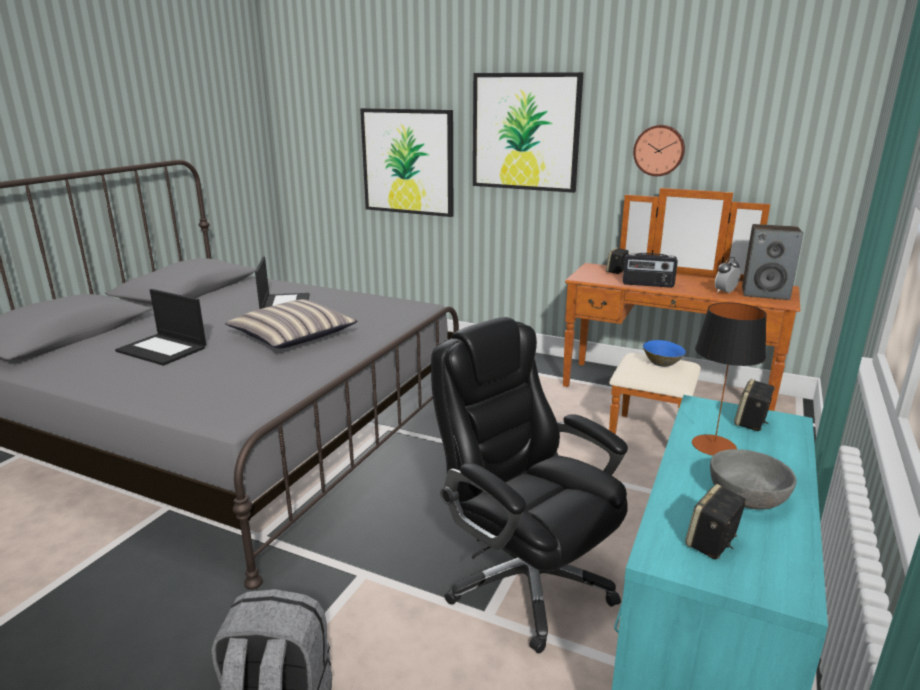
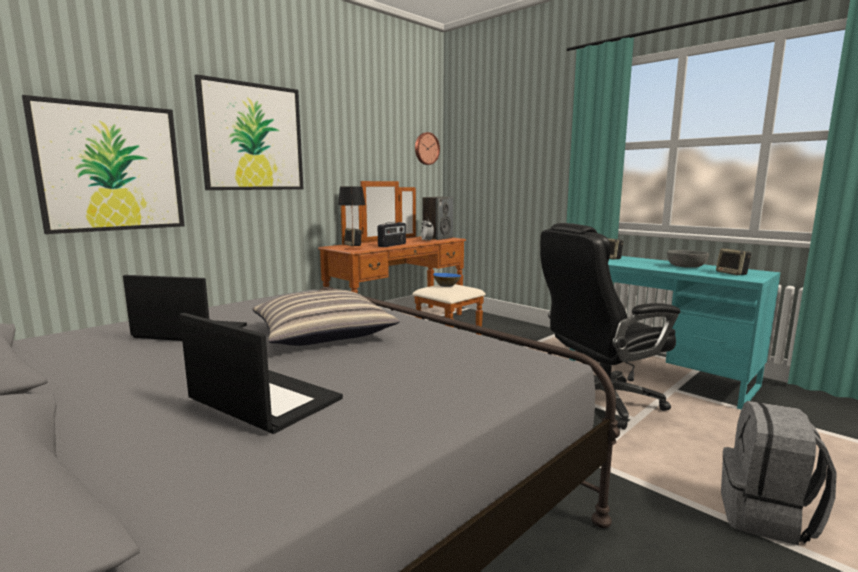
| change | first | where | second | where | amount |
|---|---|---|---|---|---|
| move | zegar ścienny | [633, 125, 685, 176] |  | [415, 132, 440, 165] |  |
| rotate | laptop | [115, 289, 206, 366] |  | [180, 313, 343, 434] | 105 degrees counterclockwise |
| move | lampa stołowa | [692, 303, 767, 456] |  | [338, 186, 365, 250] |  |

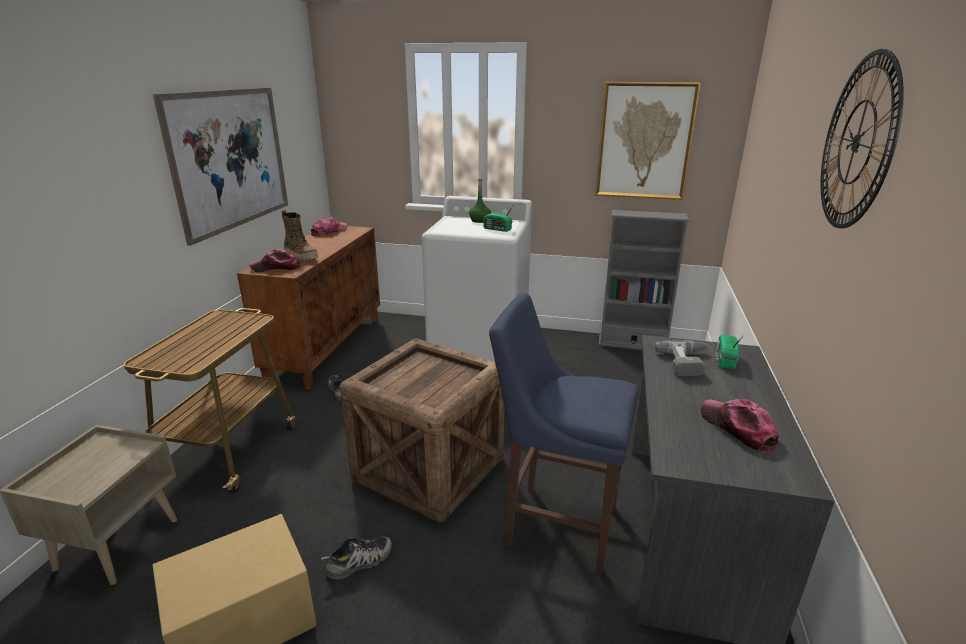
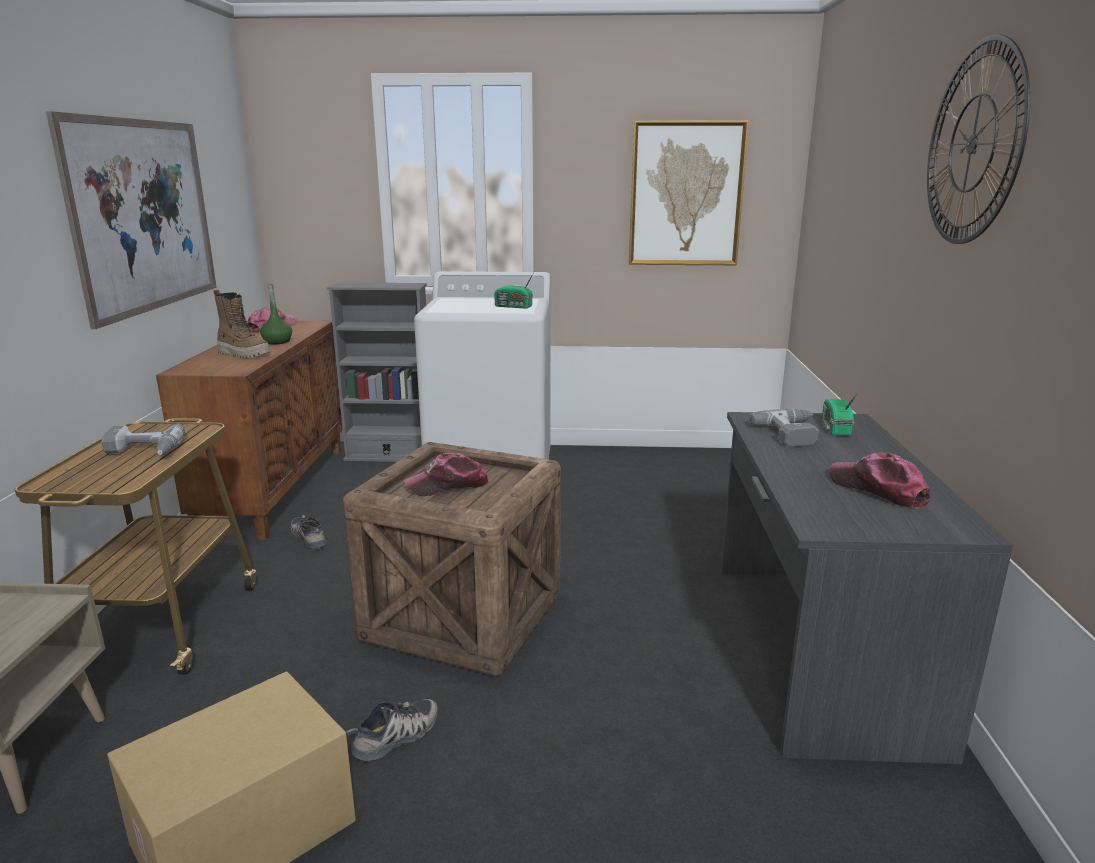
| change | first | where | second | where | amount |
|---|---|---|---|---|---|
| move | butelka/zielony | [469, 178, 491, 223] |  | [260, 283, 292, 344] |  |
| move | regał/szary | [599, 210, 689, 350] |  | [327, 282, 427, 462] |  |
| move | czapka z daszkiem | [249, 249, 301, 272] |  | [404, 452, 489, 496] |  |
| delete | stołek/niebieski | [489, 293, 639, 574] |  |  |  |
| insert |  |  | wiertarka | [101, 423, 185, 455] |  |

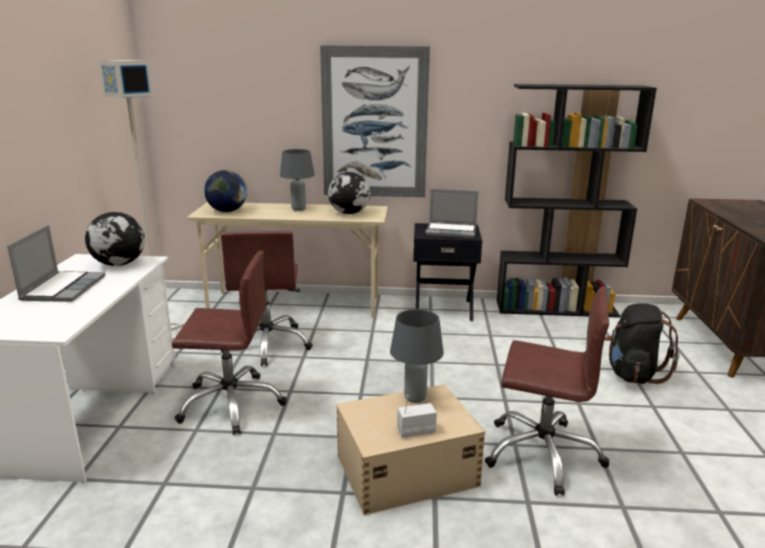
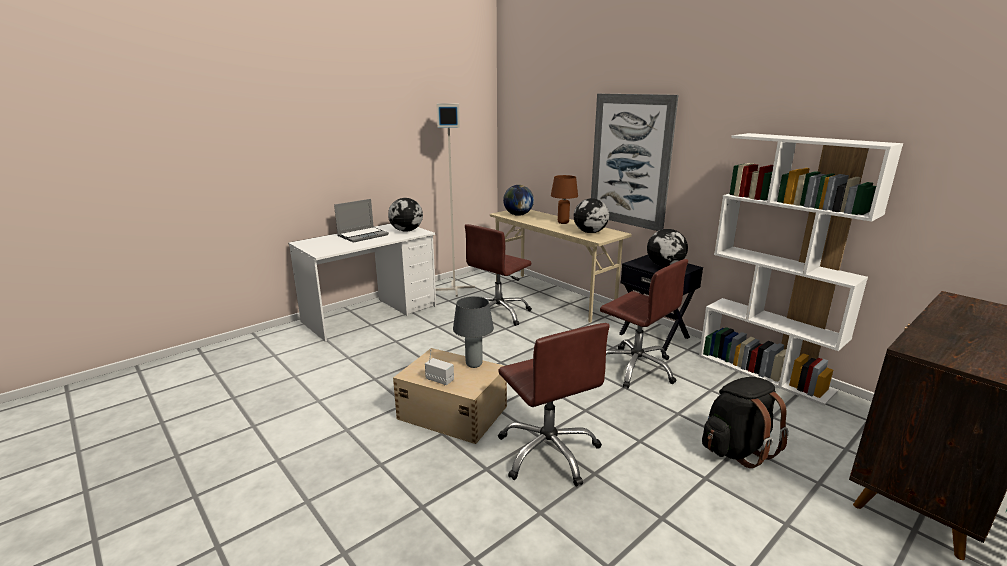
| change | first | where | second | where | amount |
|---|---|---|---|---|---|
| recolor | regał/czarny | [497, 84, 657, 318] | regał/biały | [699, 133, 903, 406] |  |
| recolor | lampa stołowa/szary | [280, 149, 315, 211] | lampa stołowa/brązowy | [551, 175, 578, 224] |  |
| replace | laptop | [425, 189, 478, 238] | globus | [647, 229, 688, 267] |  |
| move | krzesło biurowe/brązowy | [172, 251, 287, 435] |  | [600, 259, 688, 388] |  |

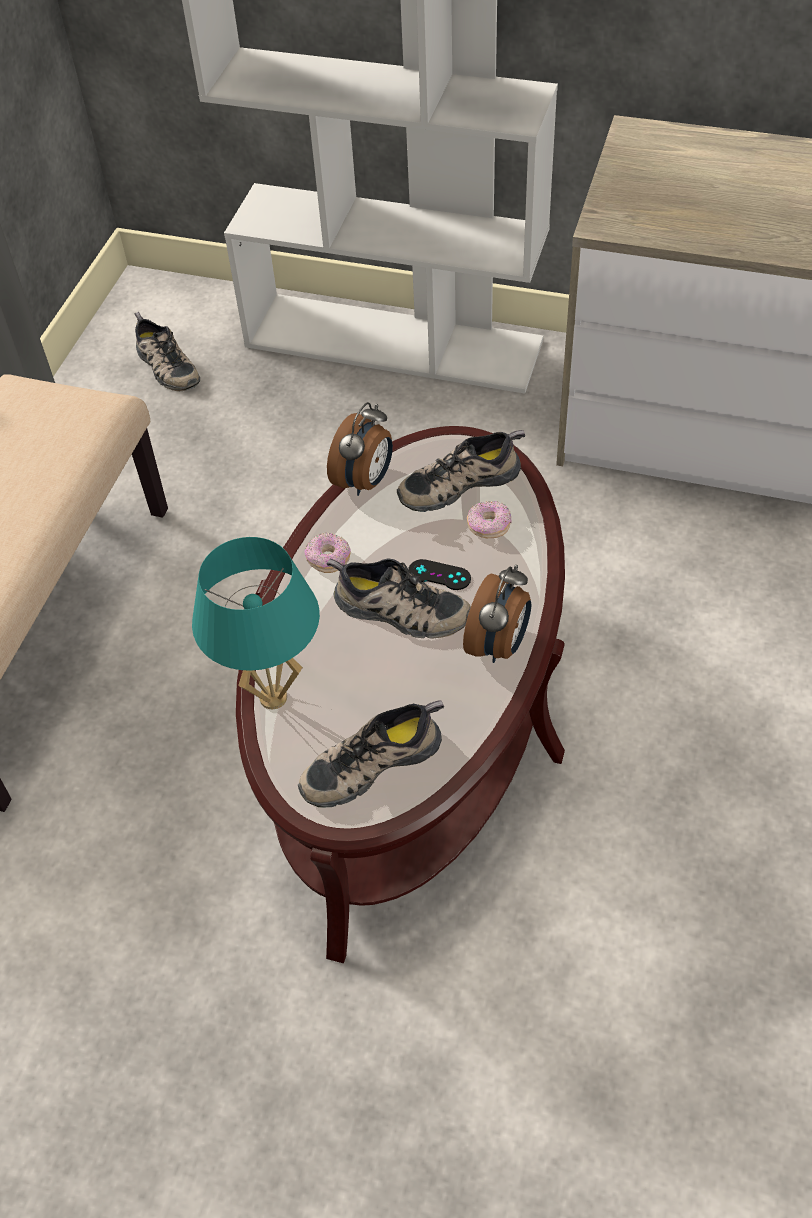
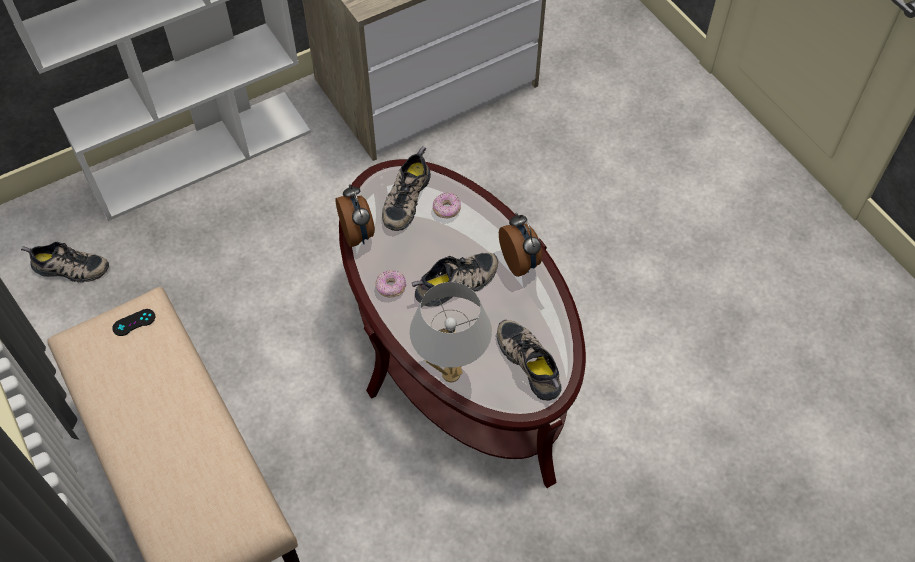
| change | first | where | second | where | amount |
|---|---|---|---|---|---|
| recolor | lampa stołowa/turkusowy | [192, 537, 320, 709] | lampa stołowa/biały | [410, 282, 492, 382] |  |
| move | pad do gier/czarny | [408, 559, 471, 590] |  | [112, 309, 155, 336] |  |
| rotate | but | [298, 700, 444, 807] |  | [497, 319, 561, 401] | 135 degrees clockwise |

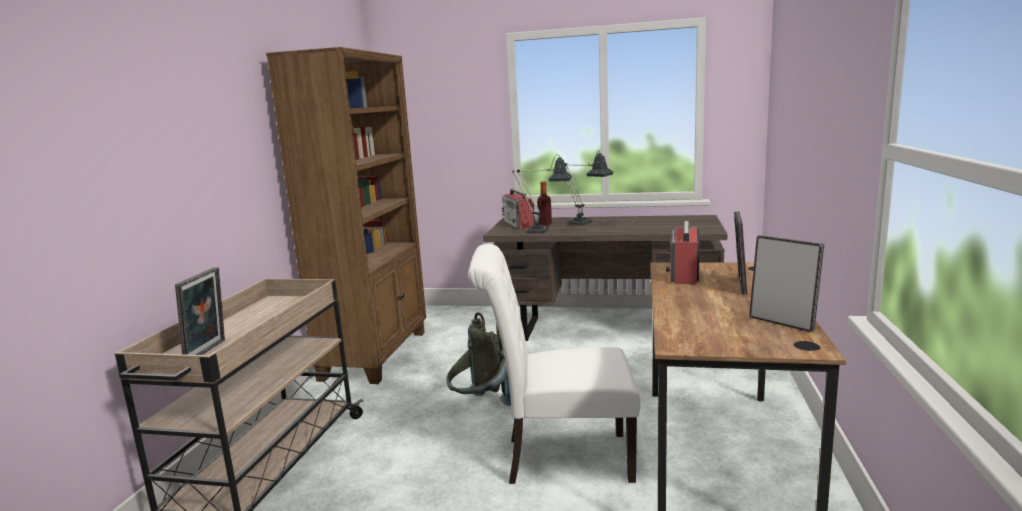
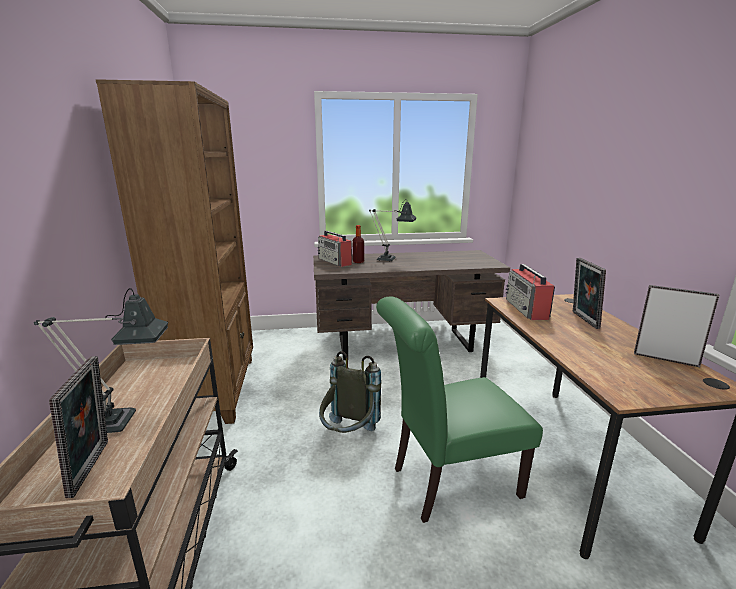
| change | first | where | second | where | amount |
|---|---|---|---|---|---|
| move | lampa stołowa | [512, 154, 572, 233] |  | [34, 288, 168, 433] |  |
| recolor | krzesło/biały | [468, 244, 640, 484] | krzesło/zielony | [376, 296, 543, 523] |  |

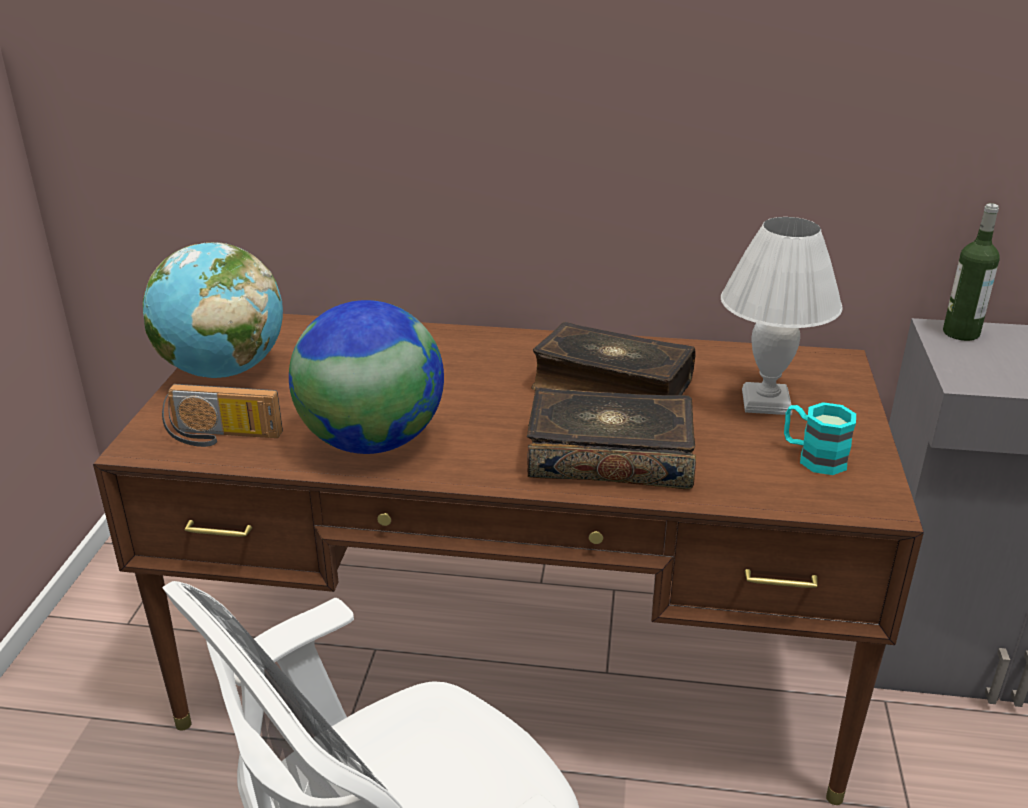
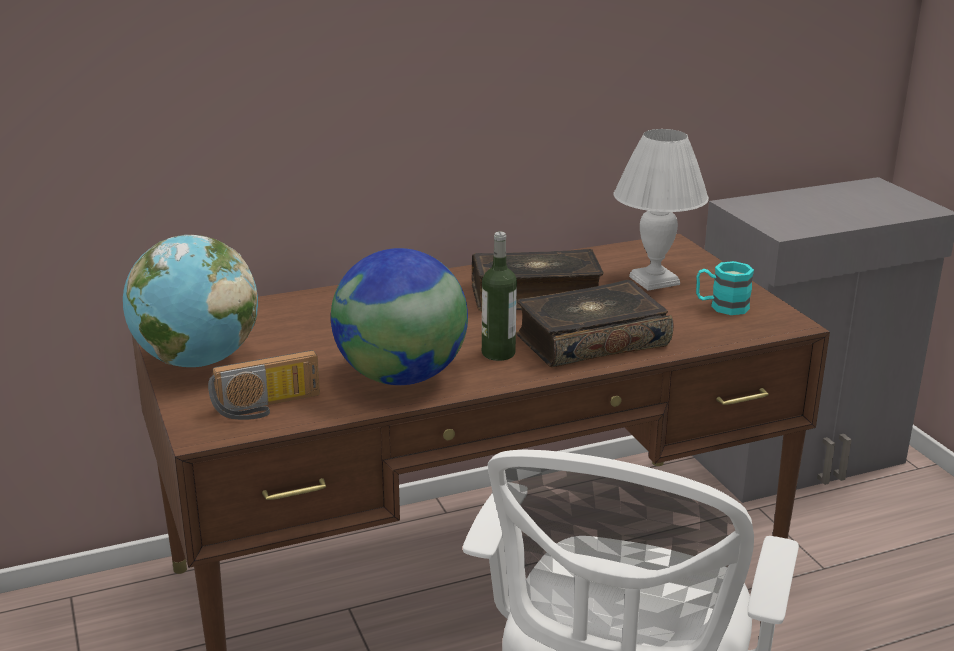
| change | first | where | second | where | amount |
|---|---|---|---|---|---|
| move | butelka | [943, 203, 1000, 341] |  | [482, 231, 517, 361] |  |

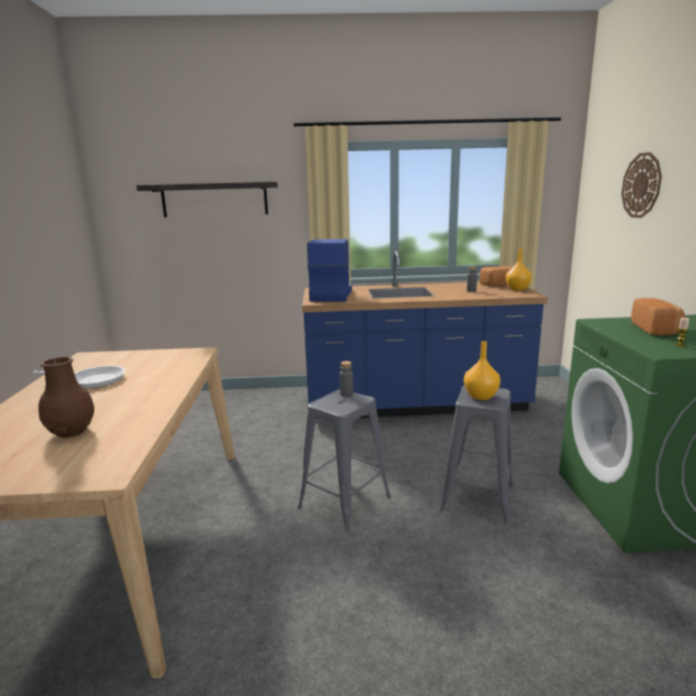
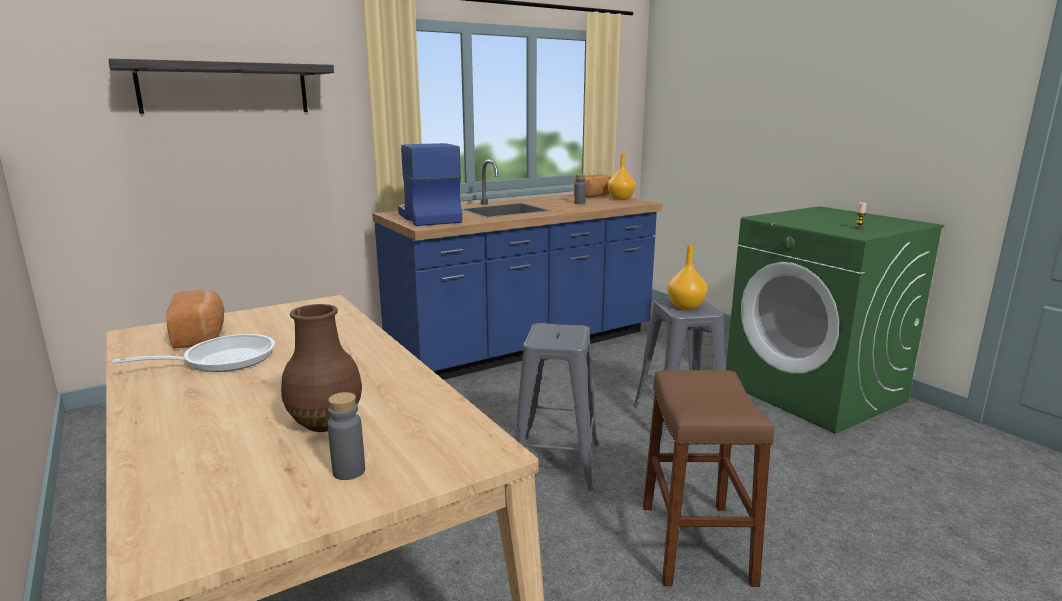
| change | first | where | second | where | amount |
|---|---|---|---|---|---|
| delete | zegar ścienny | [621, 152, 662, 218] |  |  |  |
| move | chleb | [631, 298, 685, 335] |  | [166, 290, 224, 348] |  |
| move | butelka/szary | [340, 361, 353, 397] |  | [327, 392, 365, 480] |  |
| insert |  |  | stołek/brązowy | [643, 370, 774, 587] |  |

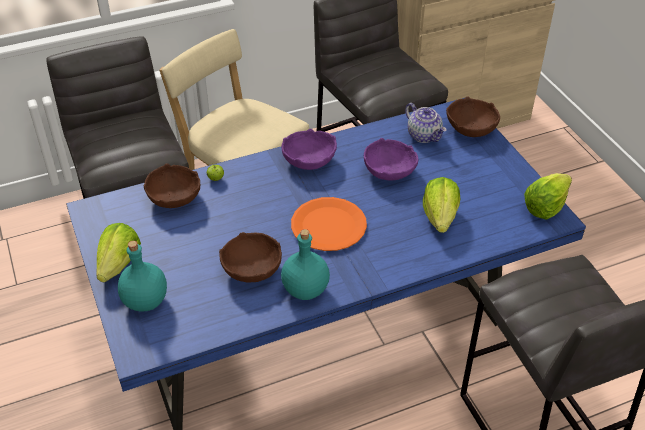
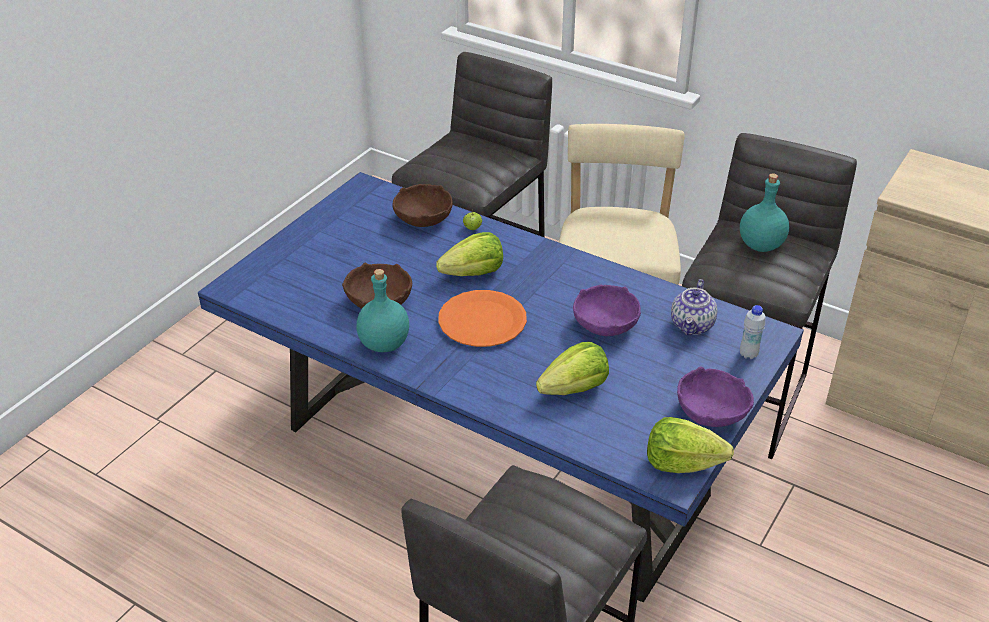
| change | first | where | second | where | amount |
|---|---|---|---|---|---|
| replace | miska/brązowy | [446, 97, 500, 137] | butelka/biały | [740, 305, 765, 359] |  |
| move | miska/fioletowy | [281, 129, 337, 170] |  | [677, 366, 754, 427] |  |
| move | sałata | [96, 223, 141, 282] |  | [436, 232, 503, 276] |  |
| move | butelka/turkusowy | [118, 241, 167, 311] |  | [740, 173, 789, 252] |  |

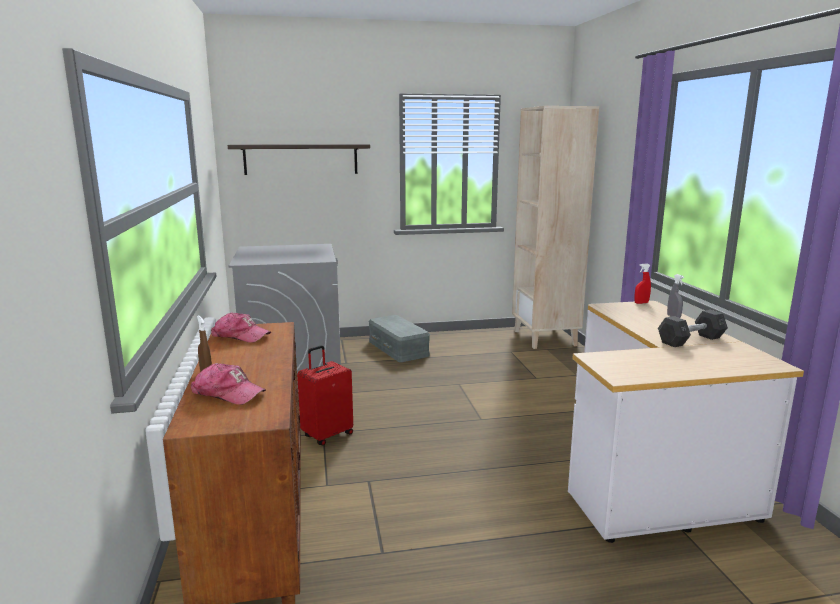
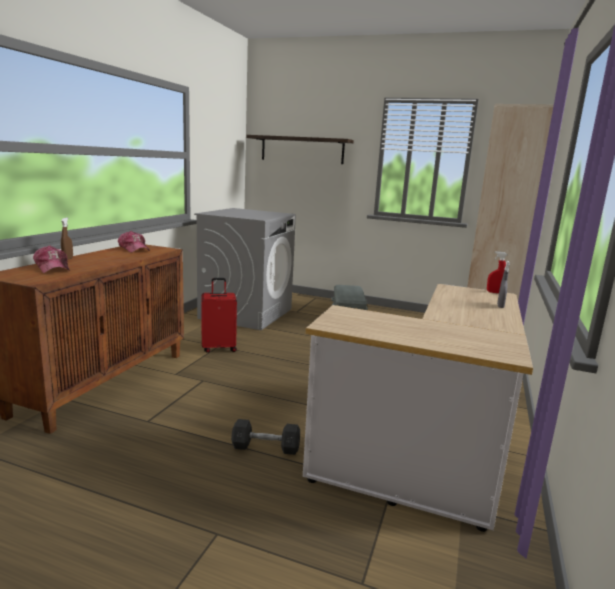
| change | first | where | second | where | amount |
|---|---|---|---|---|---|
| move | hantel/szary | [658, 310, 728, 347] |  | [231, 419, 300, 455] |  |

